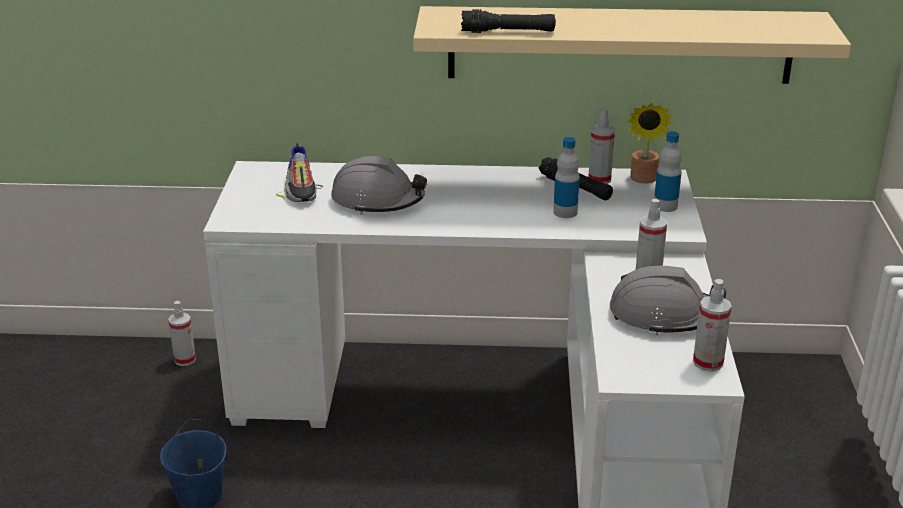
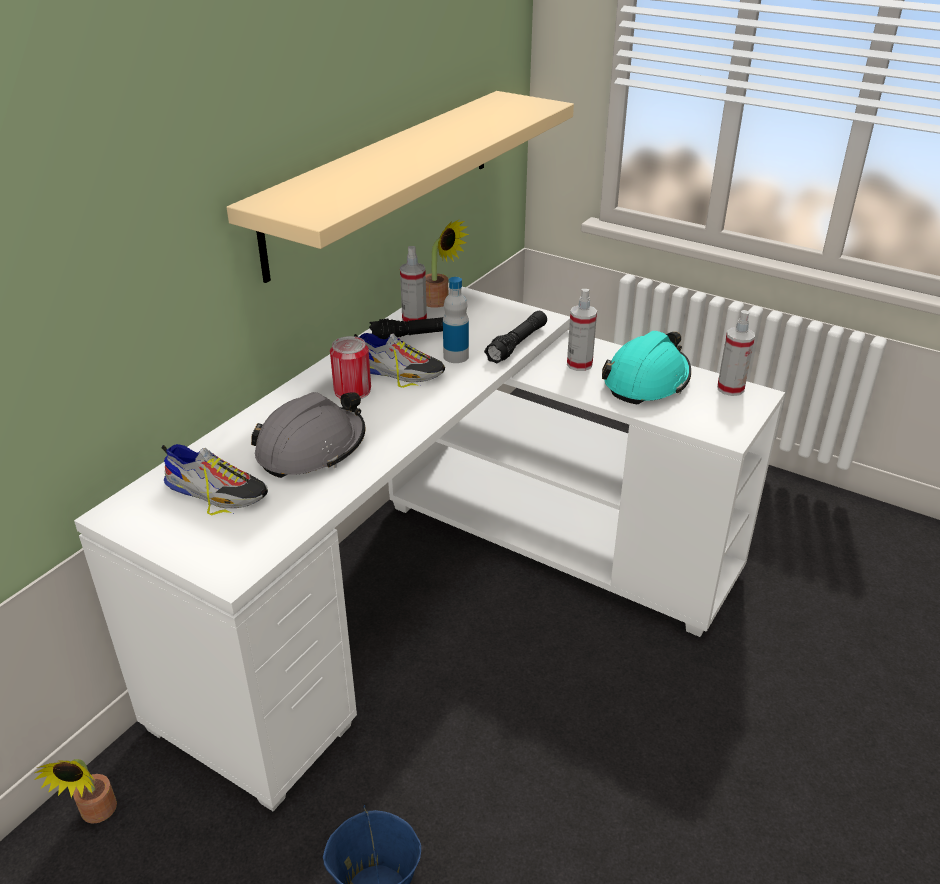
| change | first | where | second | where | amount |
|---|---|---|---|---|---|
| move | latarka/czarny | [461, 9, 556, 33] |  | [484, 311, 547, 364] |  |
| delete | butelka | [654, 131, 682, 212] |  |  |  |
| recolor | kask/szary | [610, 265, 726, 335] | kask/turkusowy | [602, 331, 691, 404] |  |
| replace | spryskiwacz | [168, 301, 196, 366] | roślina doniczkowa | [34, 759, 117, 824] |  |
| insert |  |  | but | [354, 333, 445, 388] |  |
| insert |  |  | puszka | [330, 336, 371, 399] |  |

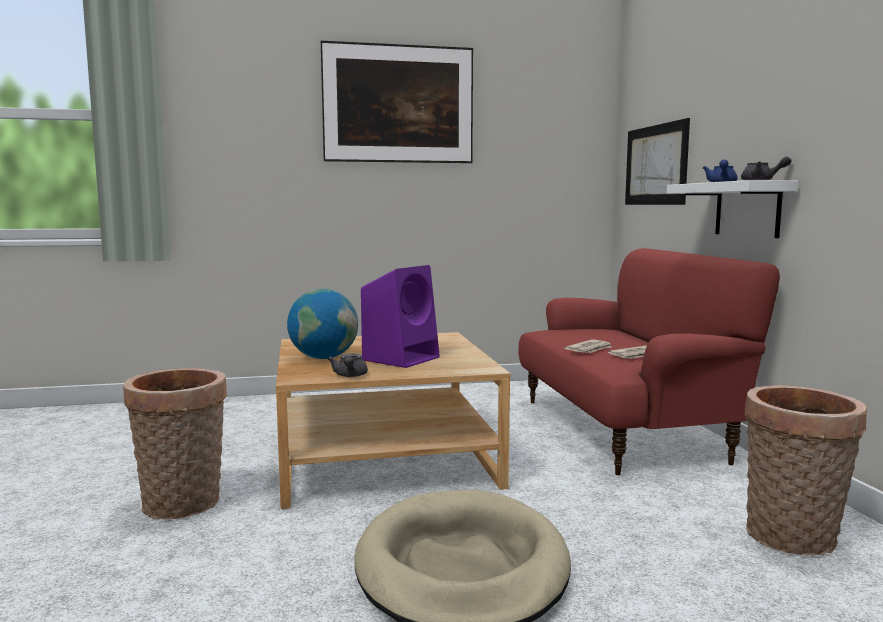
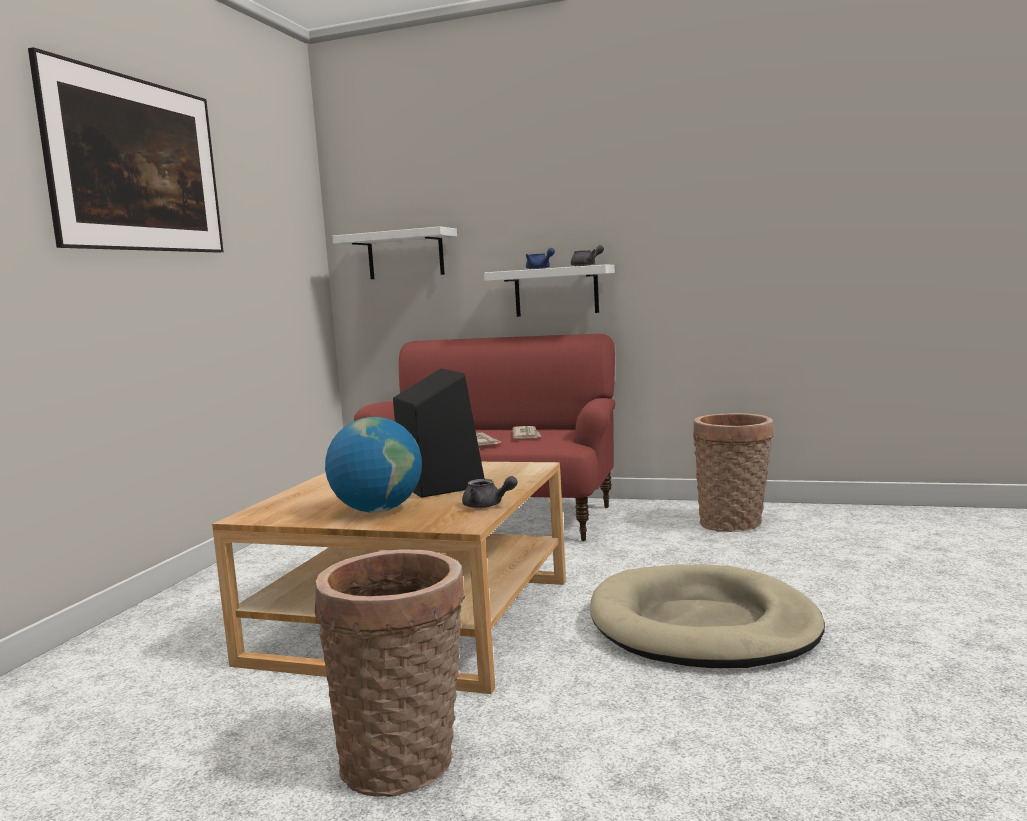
| change | first | where | second | where | amount |
|---|---|---|---|---|---|
| replace | obraz | [625, 118, 690, 205] | półka/biały | [332, 226, 457, 279] |  |
| recolor | głośnik/fioletowy | [361, 265, 440, 368] | głośnik/czarny | [393, 369, 485, 498] |  |

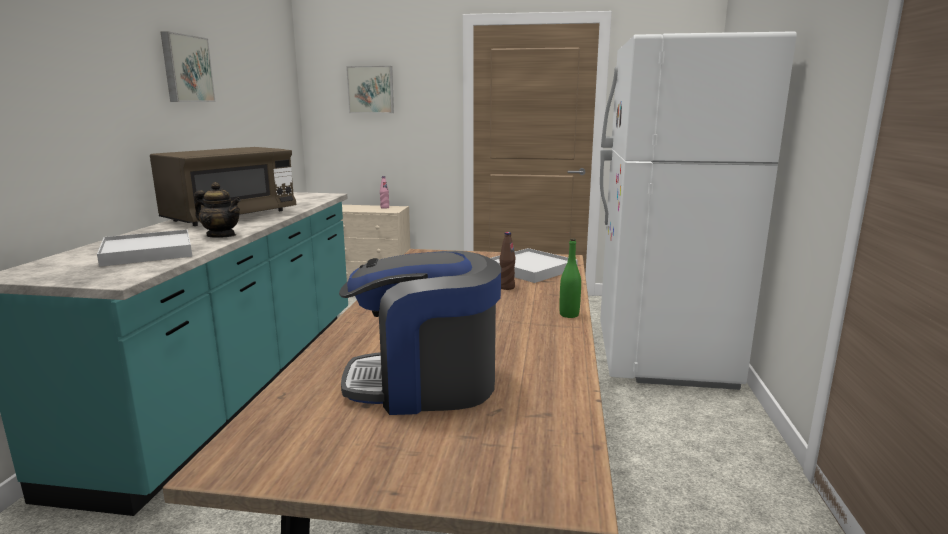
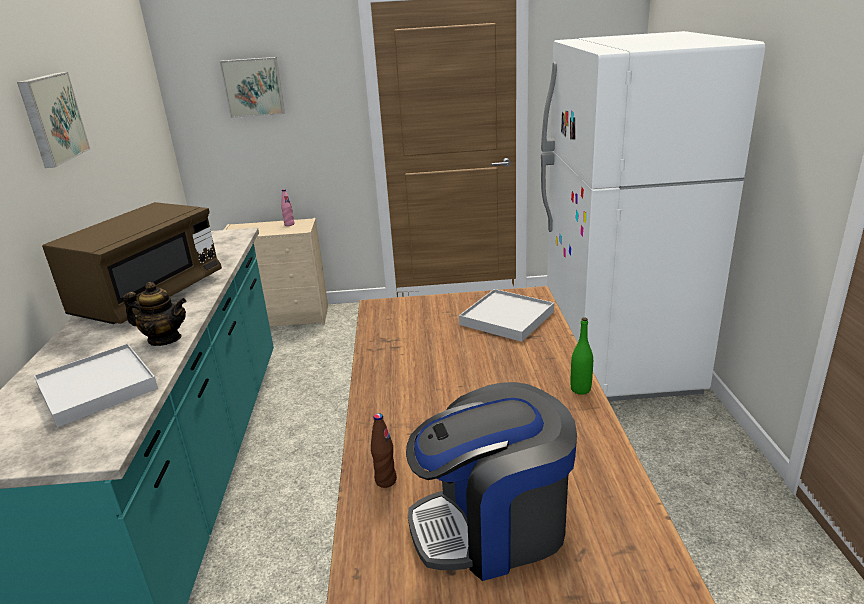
| change | first | where | second | where | amount |
|---|---|---|---|---|---|
| move | butelka/brązowy | [500, 232, 515, 290] |  | [371, 413, 397, 488] |  |

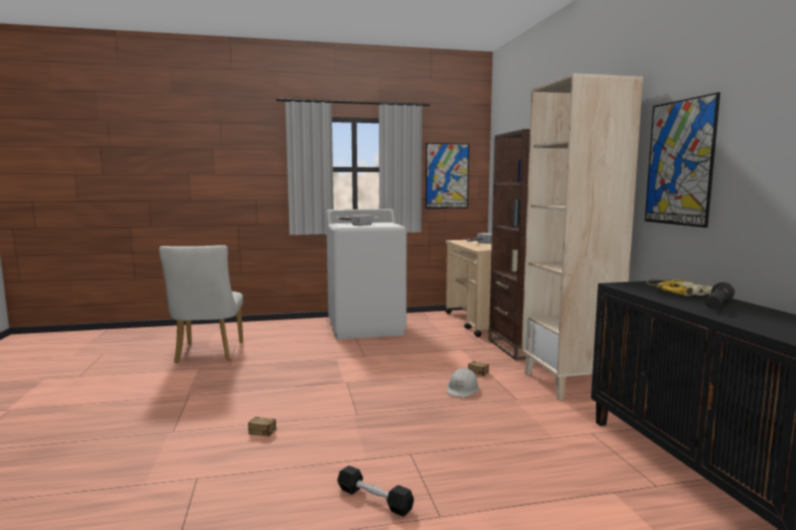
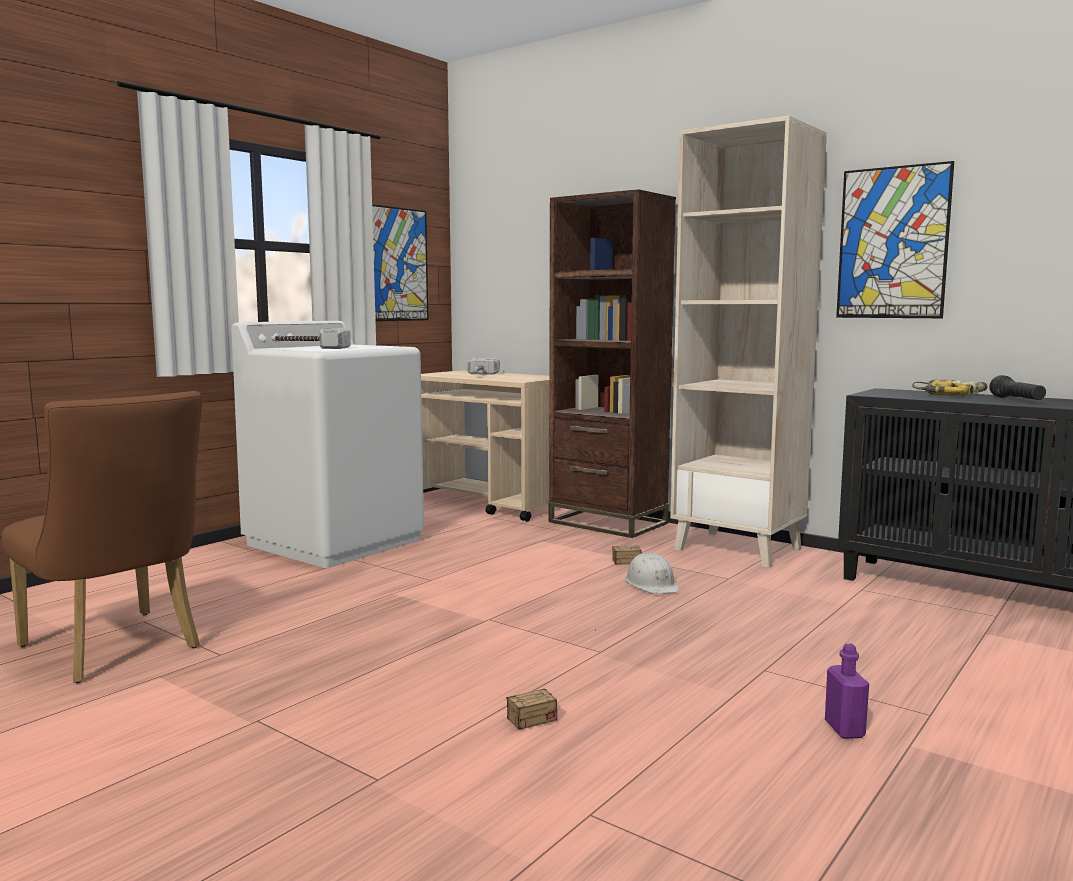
| change | first | where | second | where | amount |
|---|---|---|---|---|---|
| recolor | krzesło/biały | [159, 245, 243, 363] | krzesło/brązowy | [2, 391, 202, 683] |  |
| replace | hantel/czarny | [337, 465, 414, 517] | butelka/fioletowy | [825, 644, 869, 739] |  |

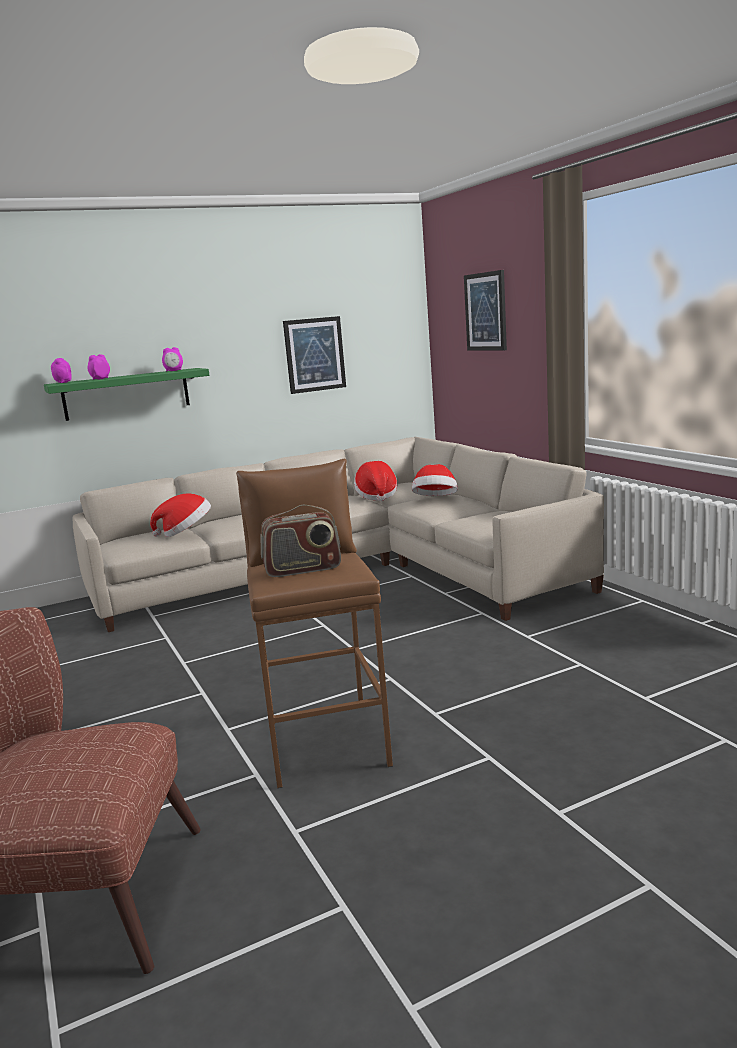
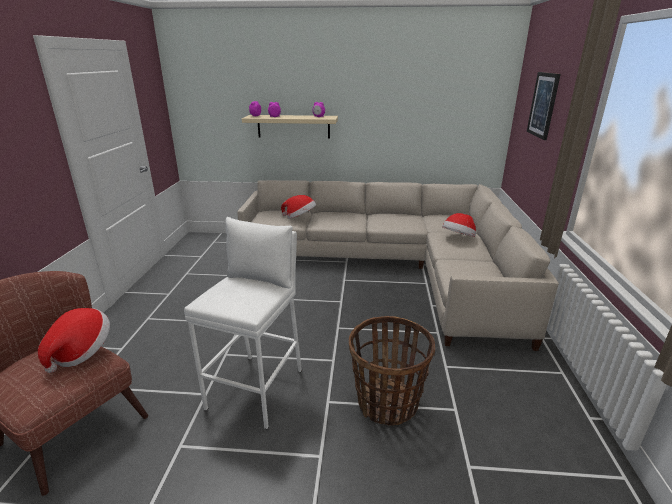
| change | first | where | second | where | amount |
|---|---|---|---|---|---|
| delete | obraz | [283, 316, 346, 394] |  |  |  |
| recolor | półka/zielony | [44, 368, 209, 421] | półka/beżowy | [242, 115, 338, 139] |  |
| recolor | stołek/brązowy | [236, 459, 393, 788] | stołek/biały | [184, 217, 302, 429] |  |
| move | kapelusz | [354, 461, 398, 501] |  | [38, 308, 110, 373] |  |
| delete | radio | [261, 505, 341, 577] |  |  |  |
| insert |  |  | koszyk | [349, 316, 435, 426] |  |

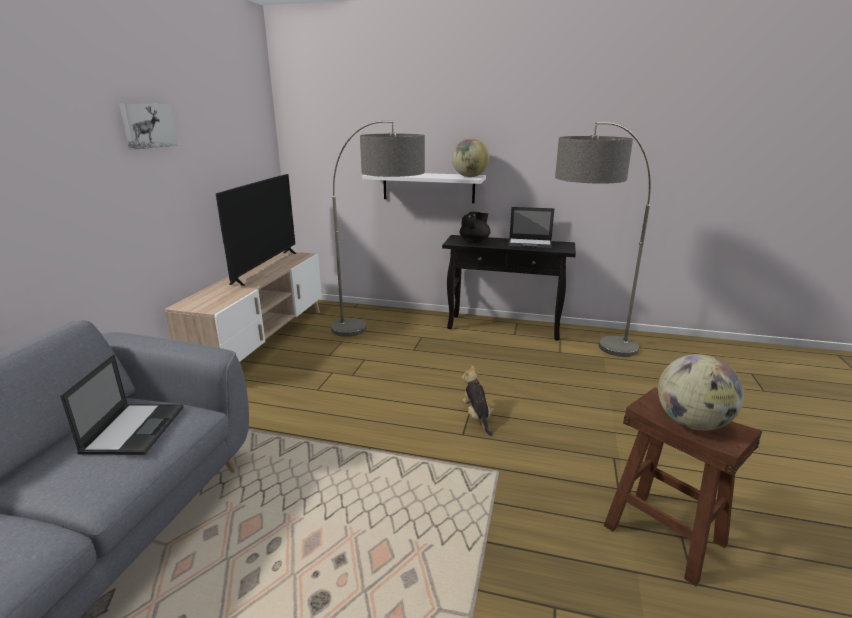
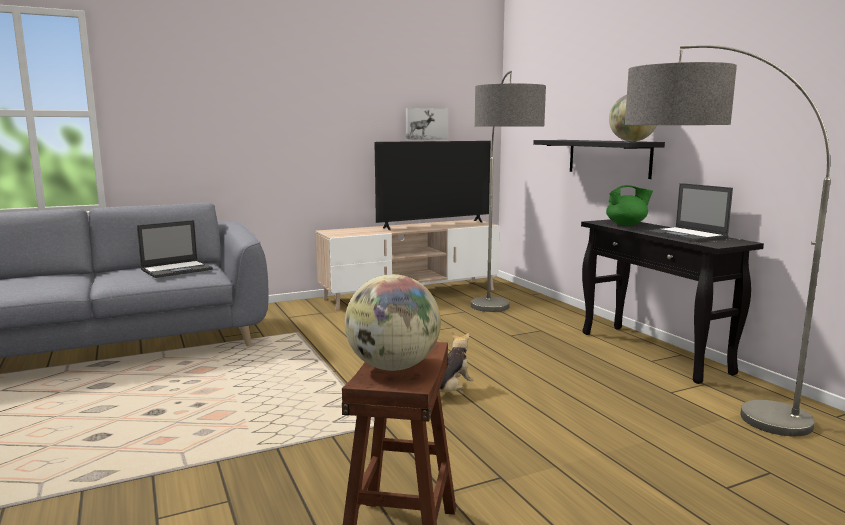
| change | first | where | second | where | amount |
|---|---|---|---|---|---|
| move | obraz | [119, 103, 178, 150] |  | [406, 108, 448, 140] |  |
| recolor | półka/biały | [362, 173, 486, 203] | półka/czarny | [533, 140, 665, 179] |  |
| recolor | imbryk/czarny | [460, 212, 490, 243] | imbryk/zielony | [606, 185, 653, 225] |  |

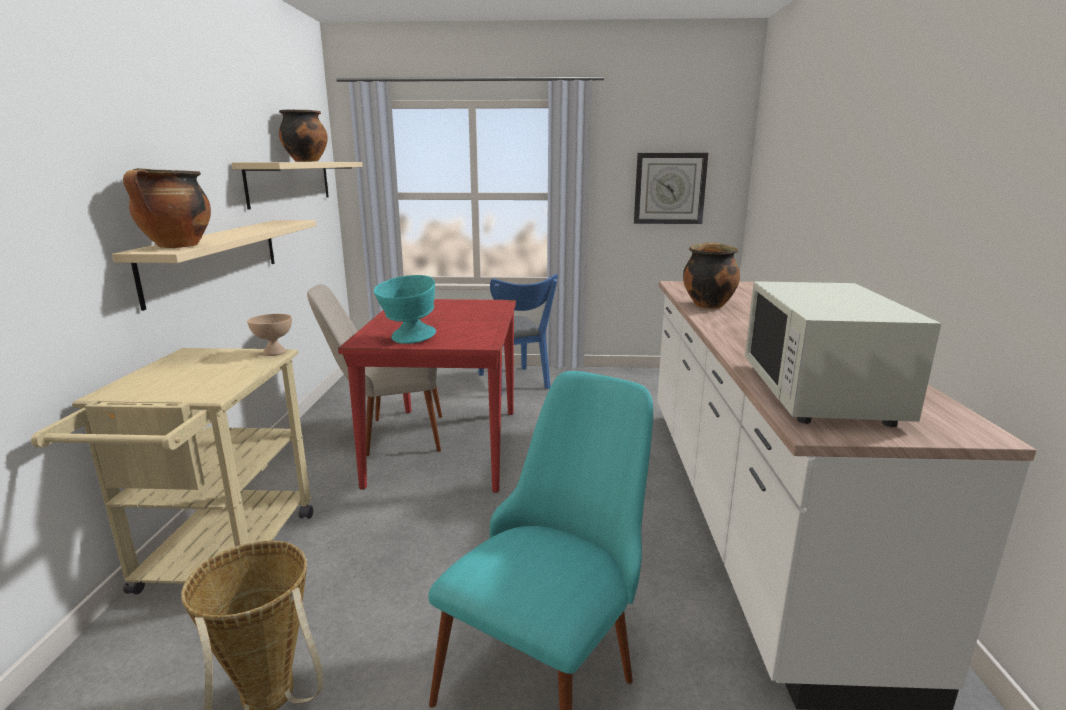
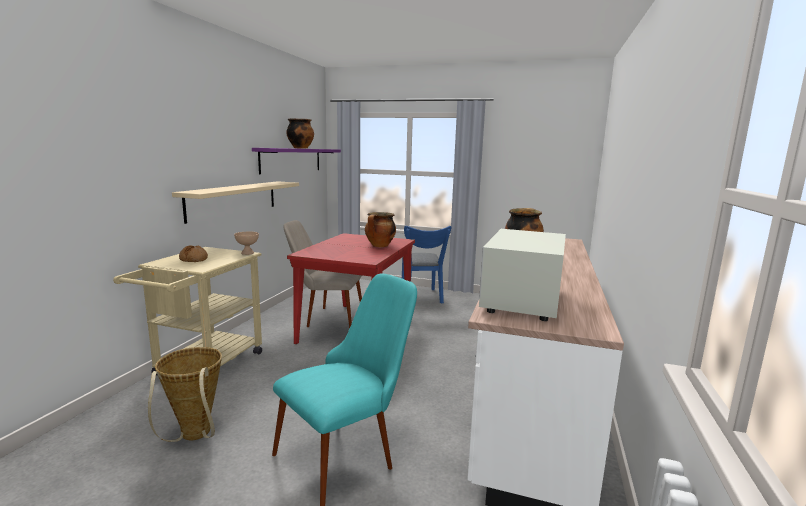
| change | first | where | second | where | amount |
|---|---|---|---|---|---|
| delete | zegar ścienny | [634, 153, 708, 224] |  |  |  |
| recolor | półka/beżowy | [232, 162, 363, 210] | półka/fioletowy | [252, 148, 341, 174] |  |
| move | garnek | [123, 168, 211, 248] |  | [365, 212, 396, 247] |  |
| delete | miska/turkusowy | [374, 275, 436, 344] |  |  |  |
| insert |  |  | chleb | [179, 245, 208, 262] |  |

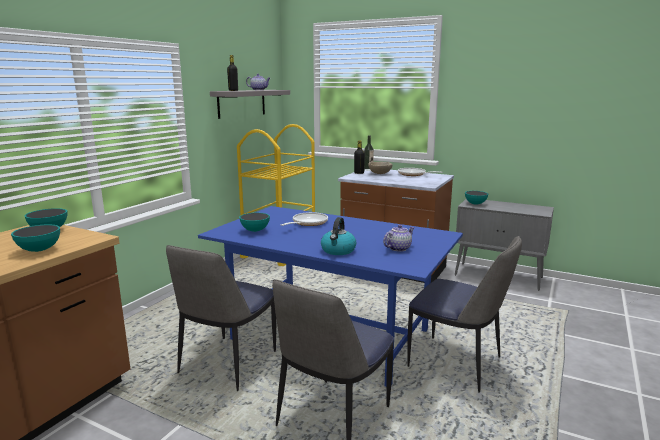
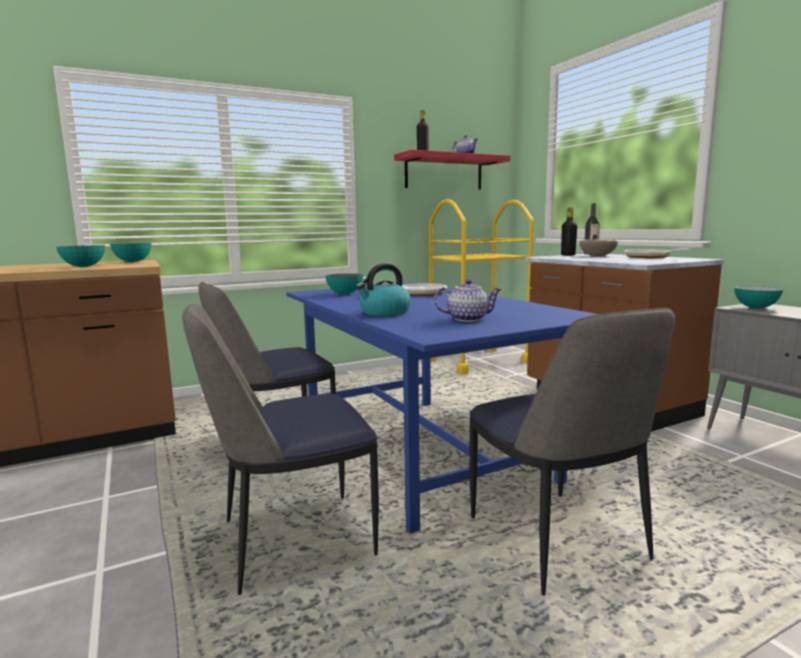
| change | first | where | second | where | amount |
|---|---|---|---|---|---|
| recolor | półka/szary | [210, 90, 290, 119] | półka/czerwony | [394, 150, 510, 189] |  |

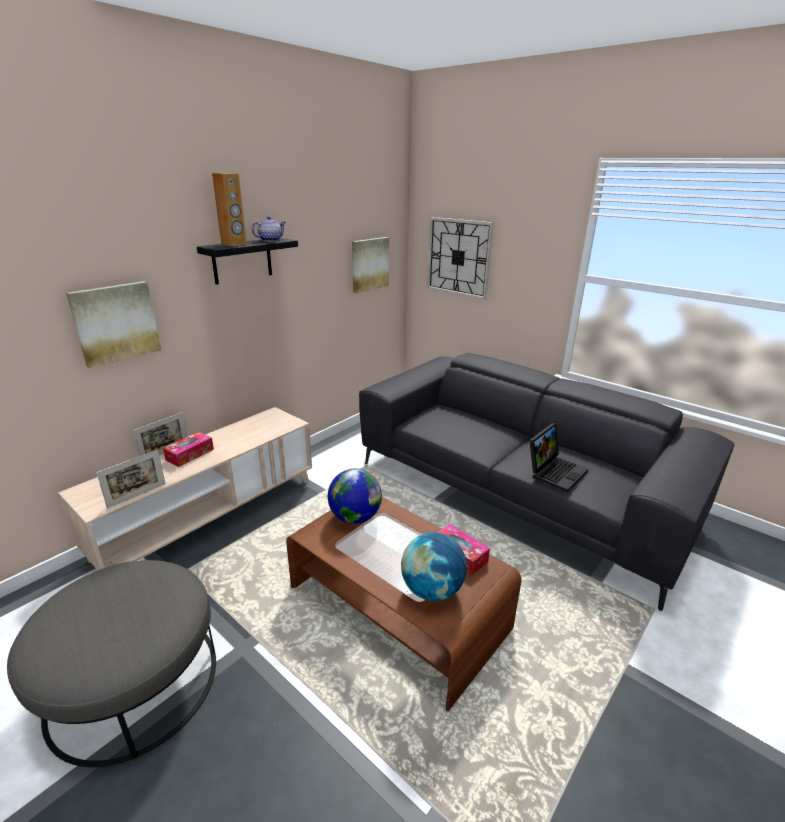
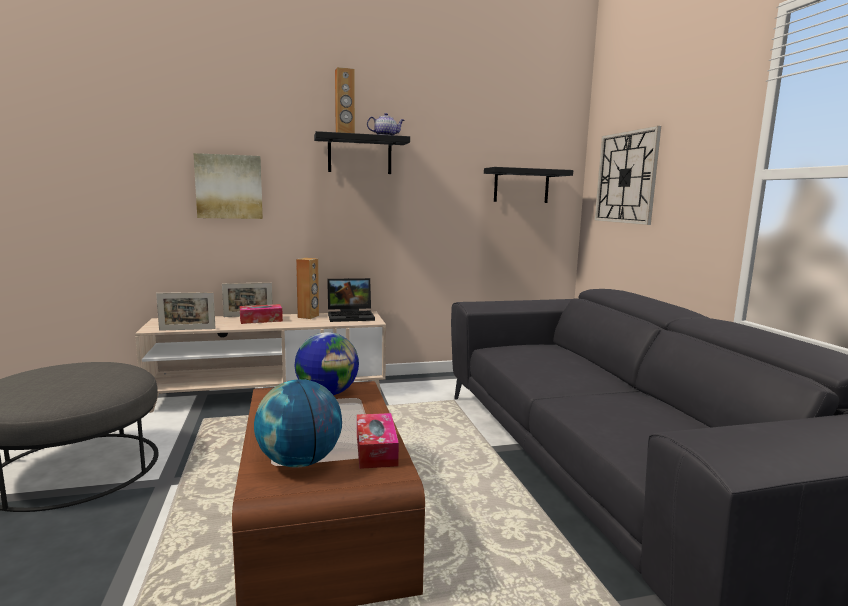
| change | first | where | second | where | amount |
|---|---|---|---|---|---|
| replace | obraz | [352, 237, 389, 293] | półka/czarny | [484, 167, 573, 203] |  |
| move | laptop | [529, 423, 589, 492] |  | [327, 278, 375, 322] |  |
| insert |  |  | głośnik/brązowy | [296, 258, 319, 319] |  |

